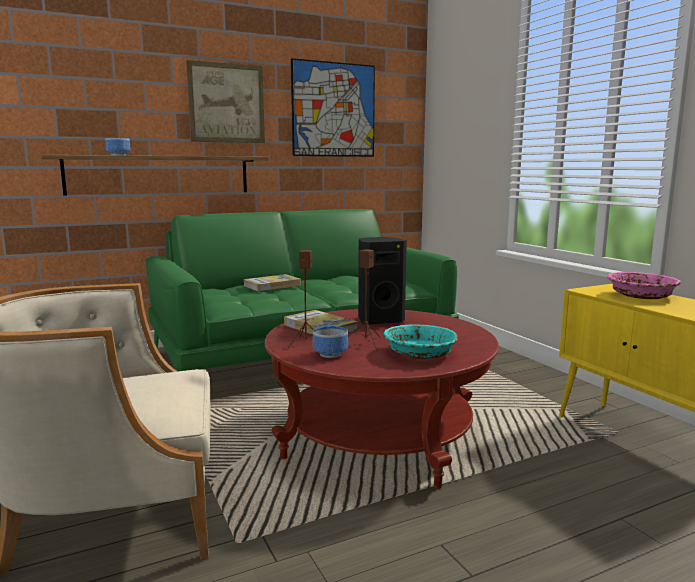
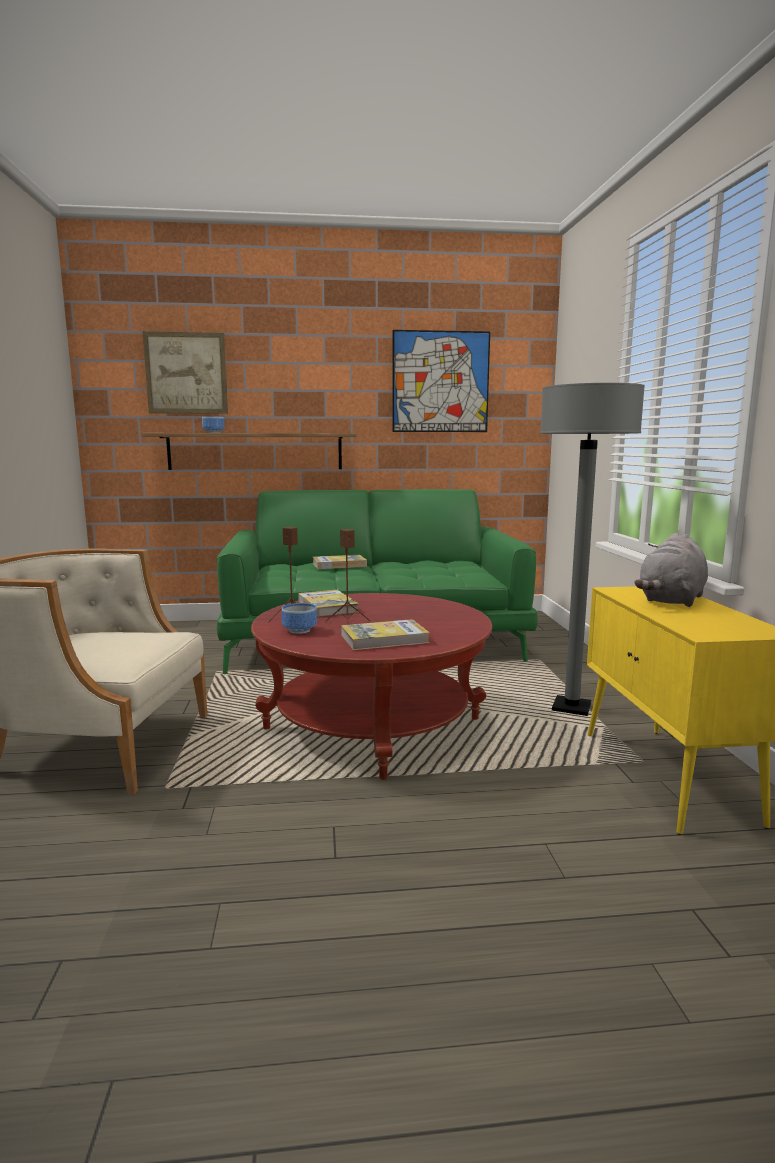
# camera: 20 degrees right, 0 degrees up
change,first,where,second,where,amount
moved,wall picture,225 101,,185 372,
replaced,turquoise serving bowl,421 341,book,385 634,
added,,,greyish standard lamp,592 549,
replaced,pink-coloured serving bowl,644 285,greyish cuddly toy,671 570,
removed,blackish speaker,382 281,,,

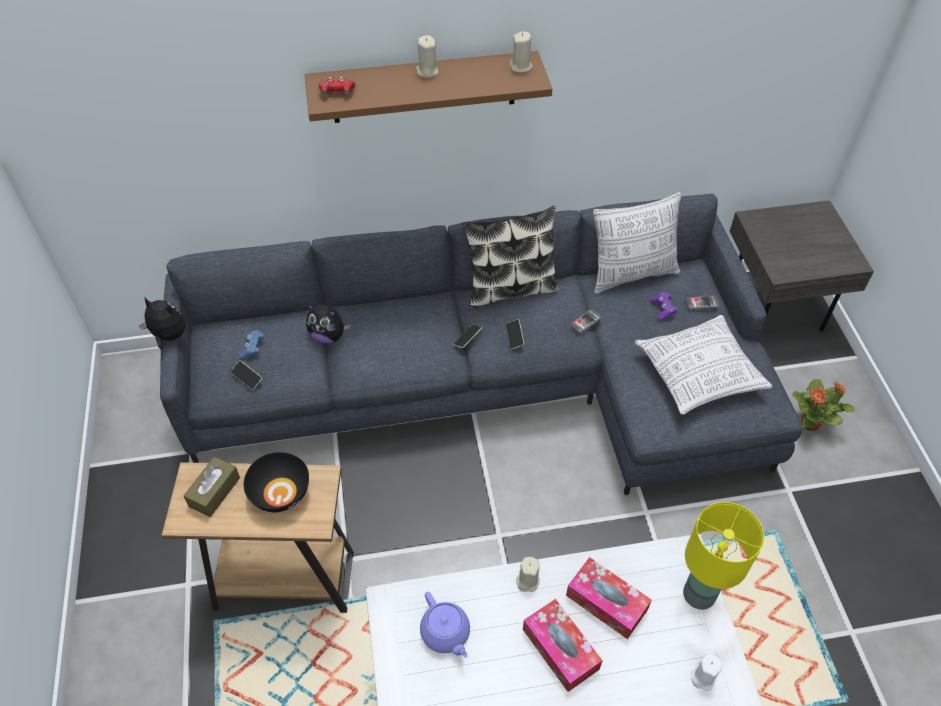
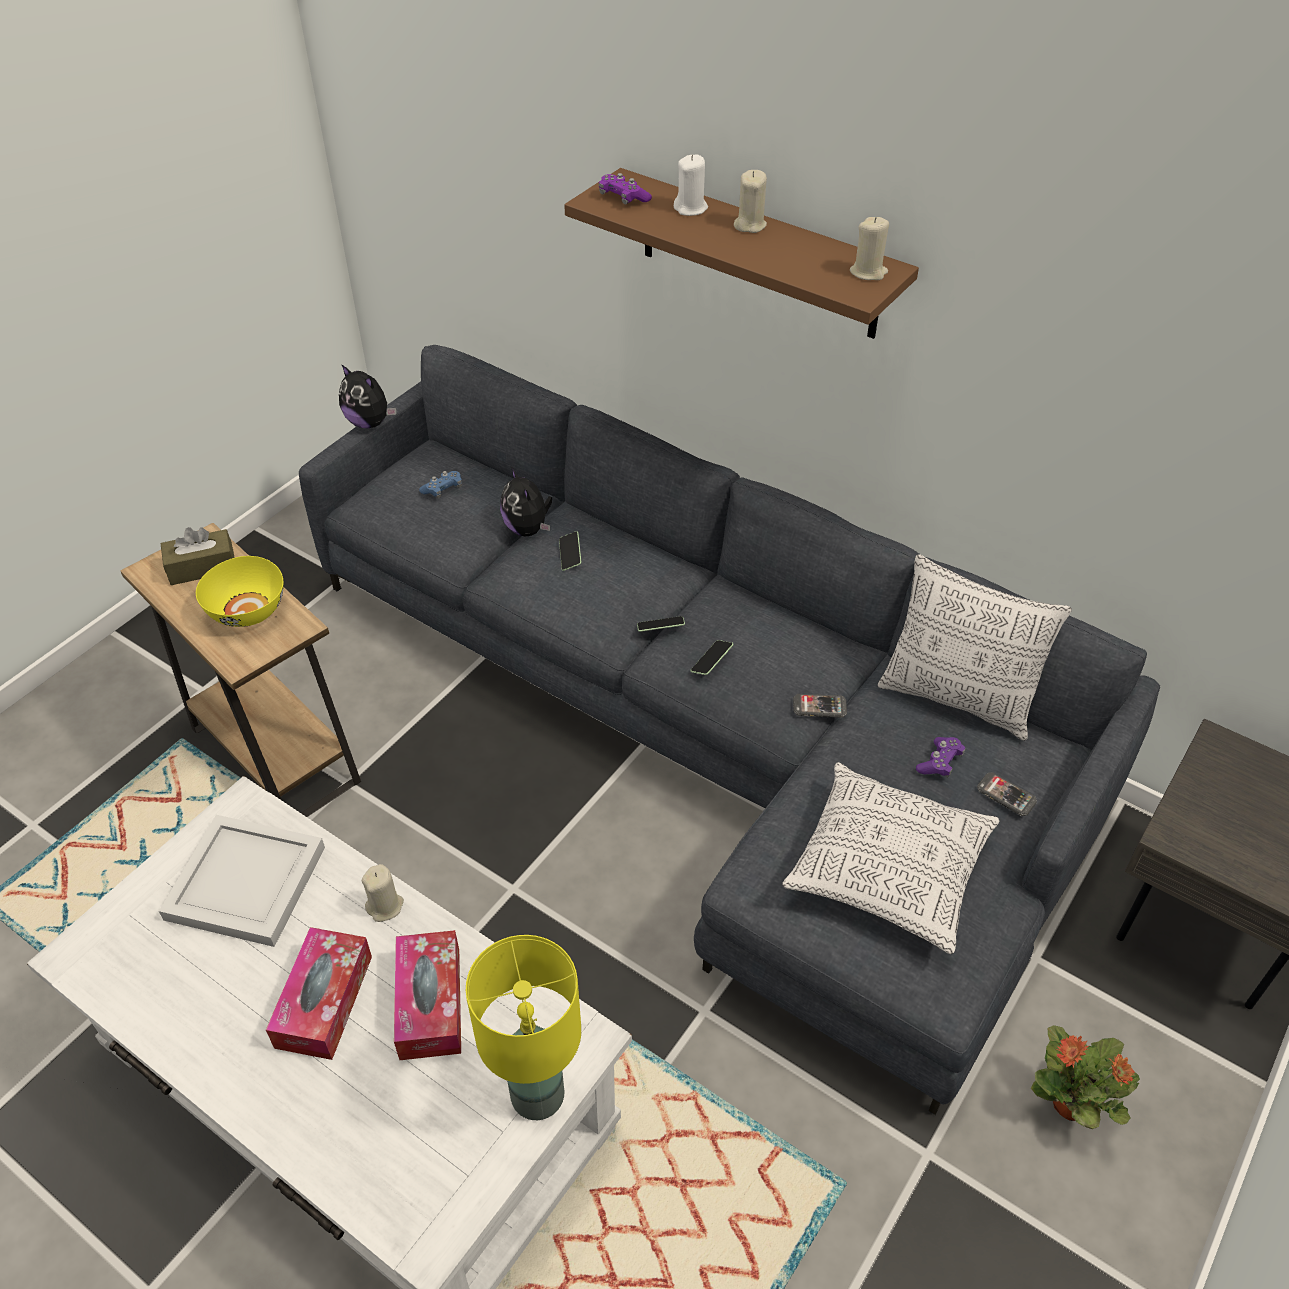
# camera: 45 degrees right, 5 degrees down
change,first,where,second,where,amount
replaced,purple teapot,445 625,white-coloured carrying tray,242 881,
recoloured,blackish serving bowl,276 482,yellowish serving bowl,239 591,
turned,cuddly toy,162 323,,368 396,150 degrees clockwise
moved,phone,246 375,,570 551,
recoloured,red game controller,337 86,purple game controller,625 189,
moved,white-coloured candle,706 672,,691 185,
removed,cushion,510 257,,,

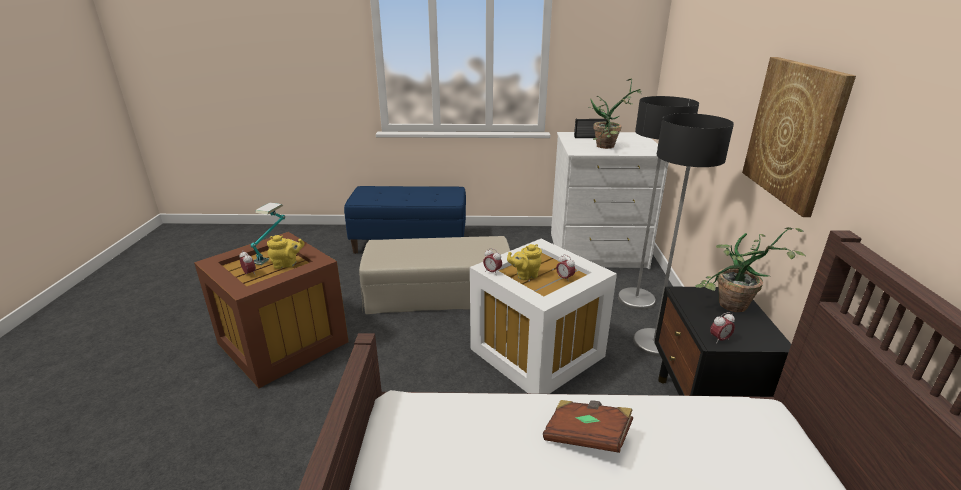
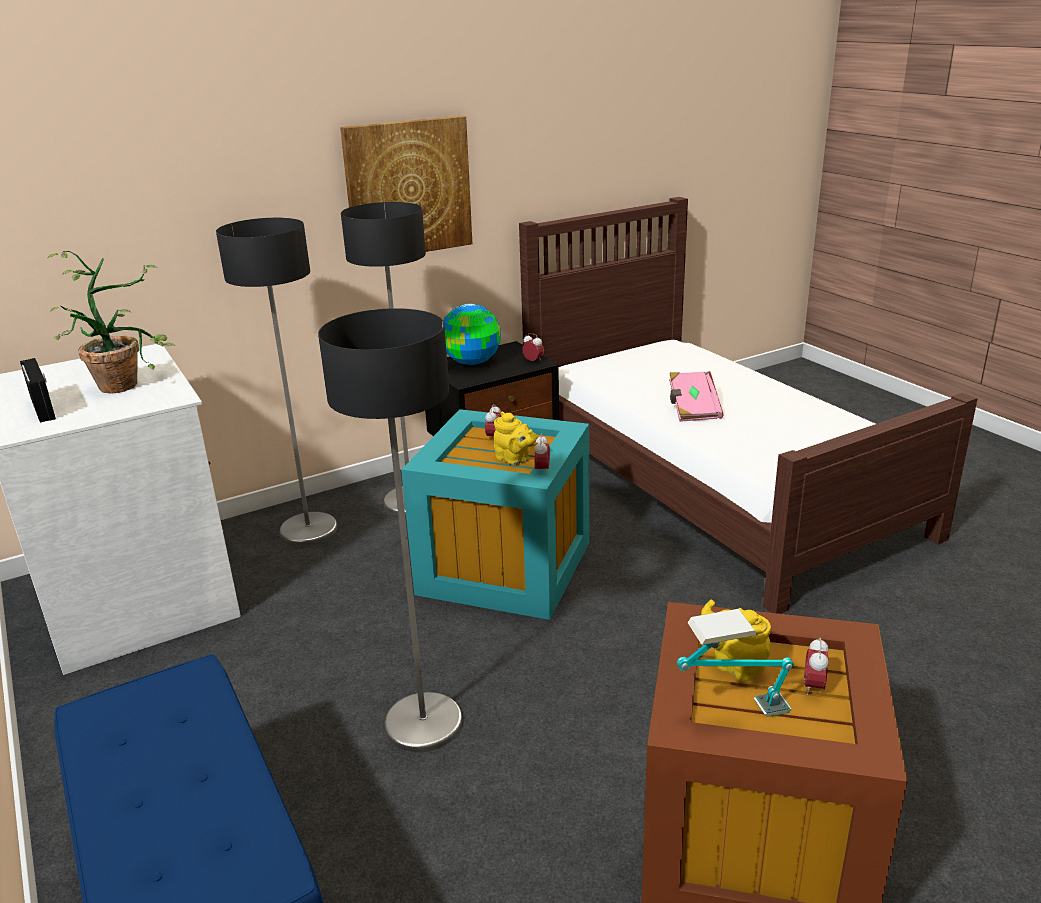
# camera: 120 degrees left, 0 degrees up
change,first,where,second,where,amount
replaced,beige-coloured ottoman,434 275,standard lamp,390 530,
recoloured,white-coloured storage box,543 316,turquoise storage box,495 514,
replaced,plant in a pot,750 269,globe,472 334,
recoloured,brownish book,588 426,pink-coloured book,696 396,

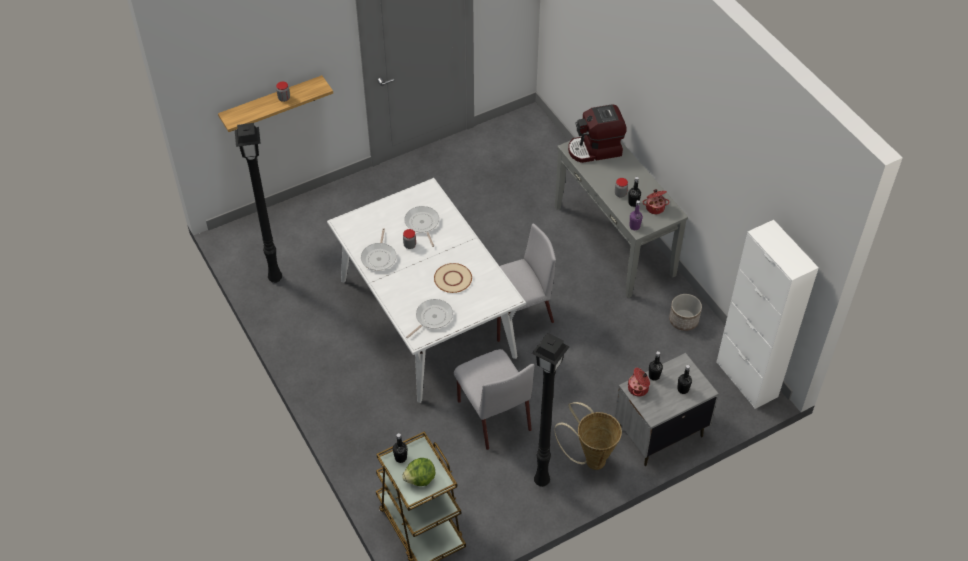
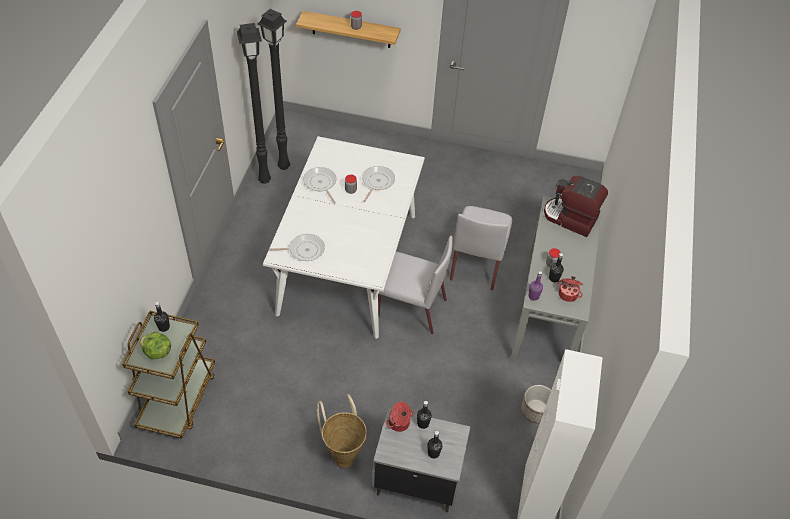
# camera: 40 degrees right, 0 degrees up
change,first,where,second,where,amount
moved,blackish standard lamp,551 410,,254 103,
turned,frying pan,379 249,,320 185,105 degrees clockwise
moved,greyish upright chair,494 399,,481 248,
removed,beige-coloured flat dish,453 278,,,

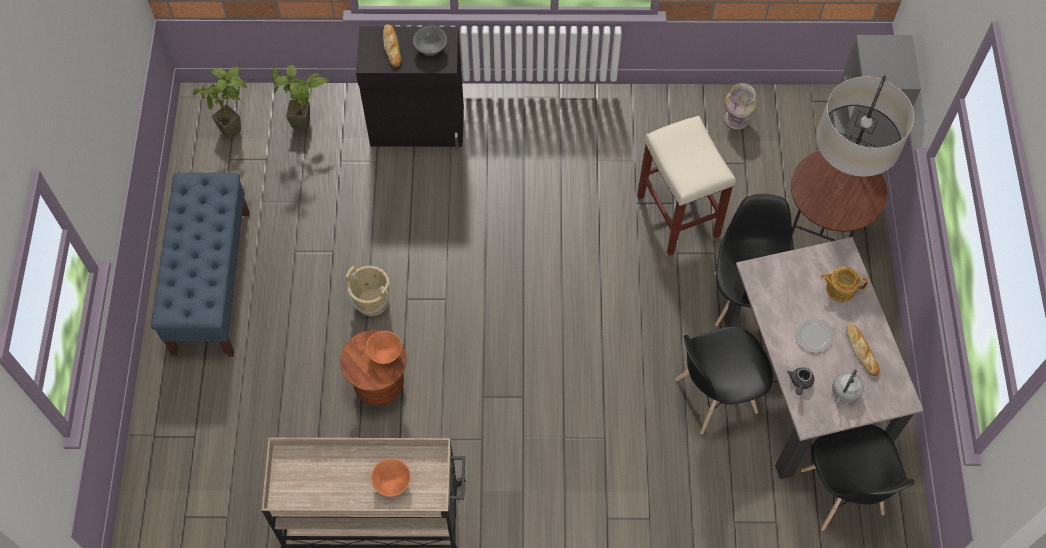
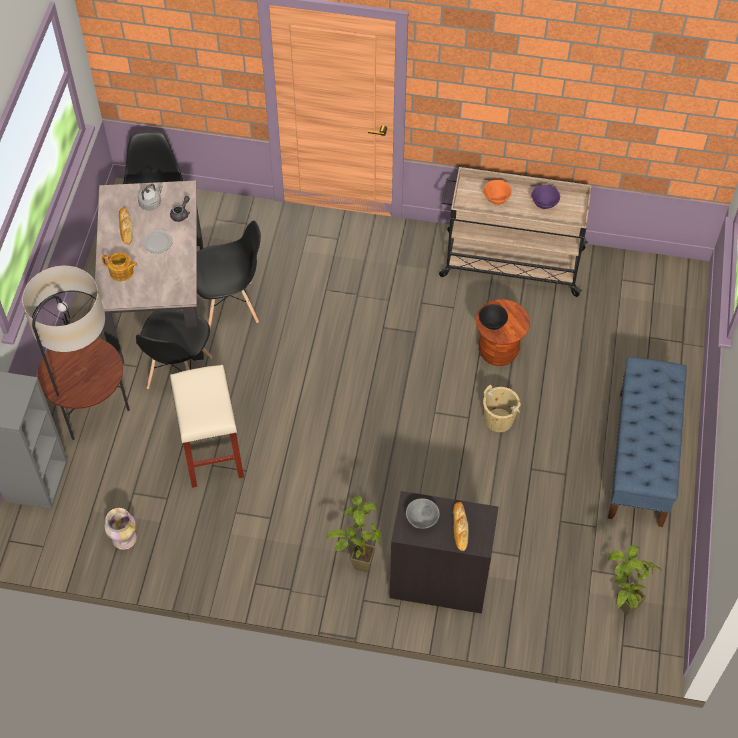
# camera: 170 degrees left, 5 degrees down
change,first,where,second,where,amount
moved,plant in a pot,300 98,,353 534,
recoloured,orange-coloured serving bowl,384 347,blackish serving bowl,493 317,
added,,,purple serving bowl,545 197,

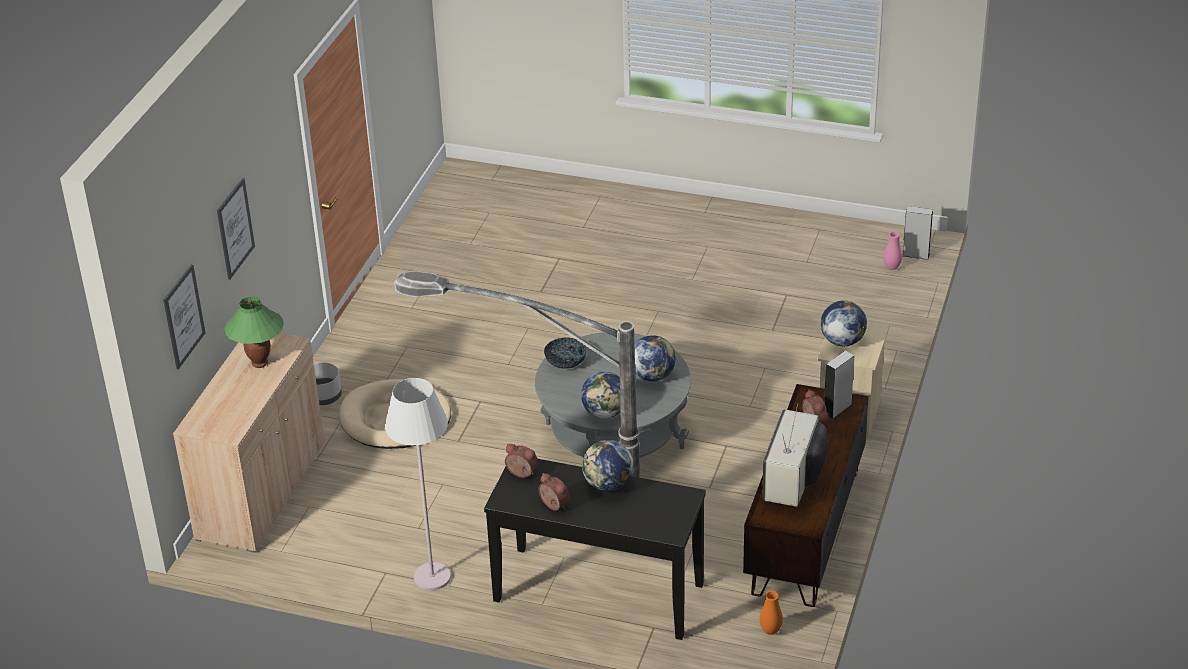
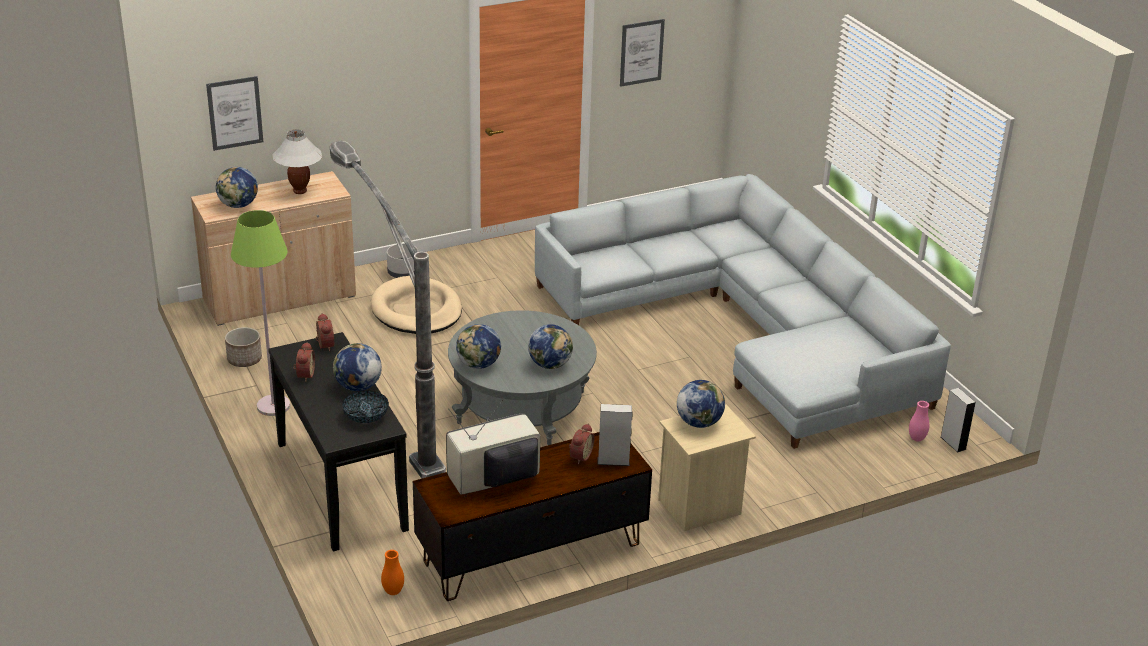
# camera: 45 degrees right, 5 degrees down
change,first,where,second,where,amount
added,,,globe,237 187,
added,,,planter,243 347,
recoloured,white-coloured standard lamp,418 484,green-coloured standard lamp,260 313,
recoloured,green-coloured lamp for a table,254 332,white-coloured lamp for a table,297 161,
moved,serving bowl,565 353,,365 407,
added,,,greyish settee,743 311,
moved,wall picture,236 229,,642 53,

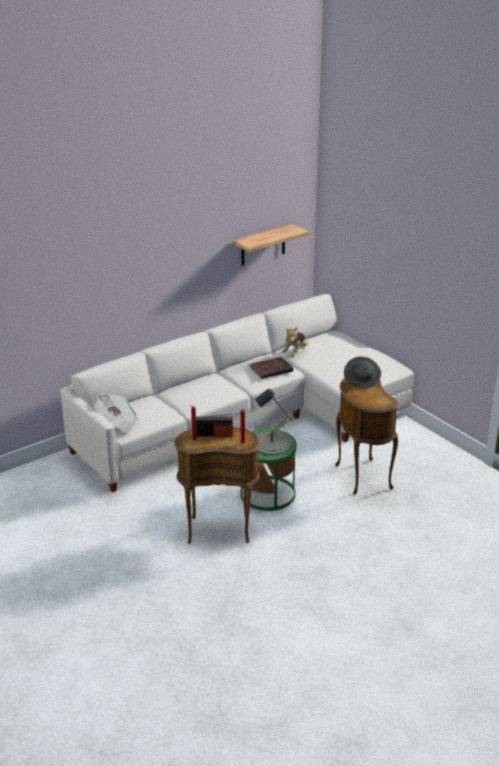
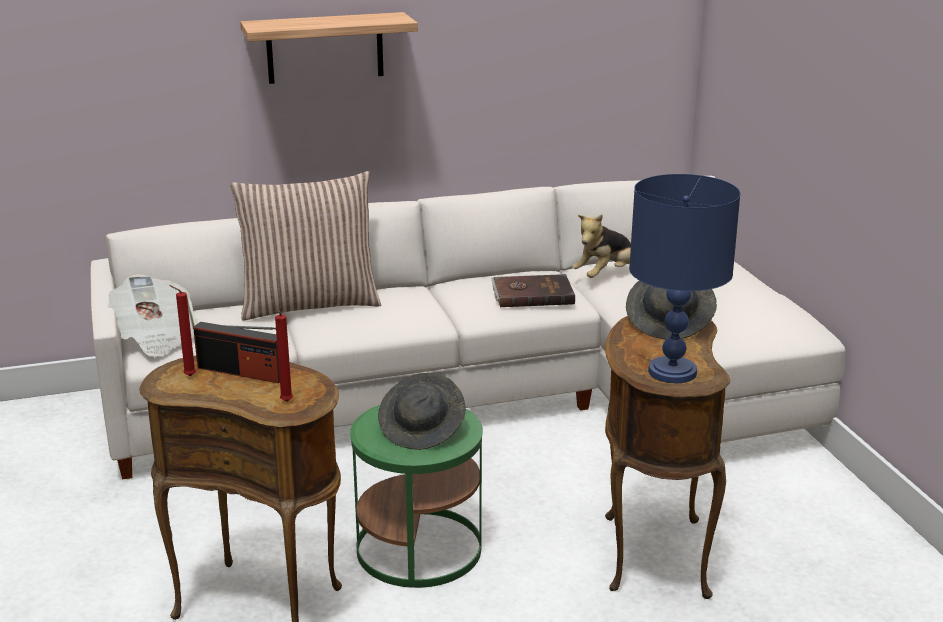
# camera: 20 degrees right, 5 degrees down
change,first,where,second,where,amount
added,,,cushion,305 246,
moved,wall shelf,271 245,,329 48,
replaced,greyish lamp for a table,274 422,greyish hat,422 411,
added,,,blue-coloured lamp for a table,684 278,

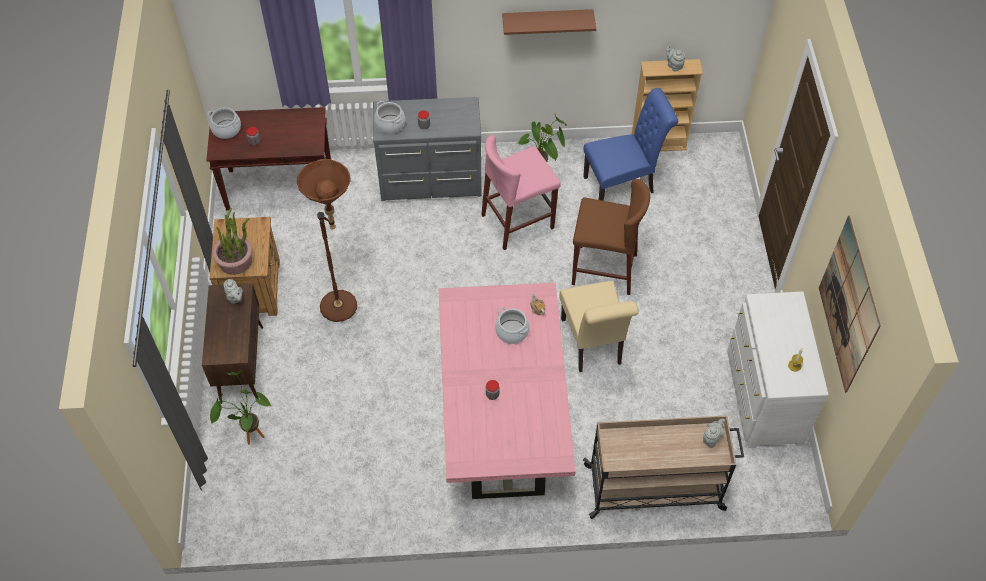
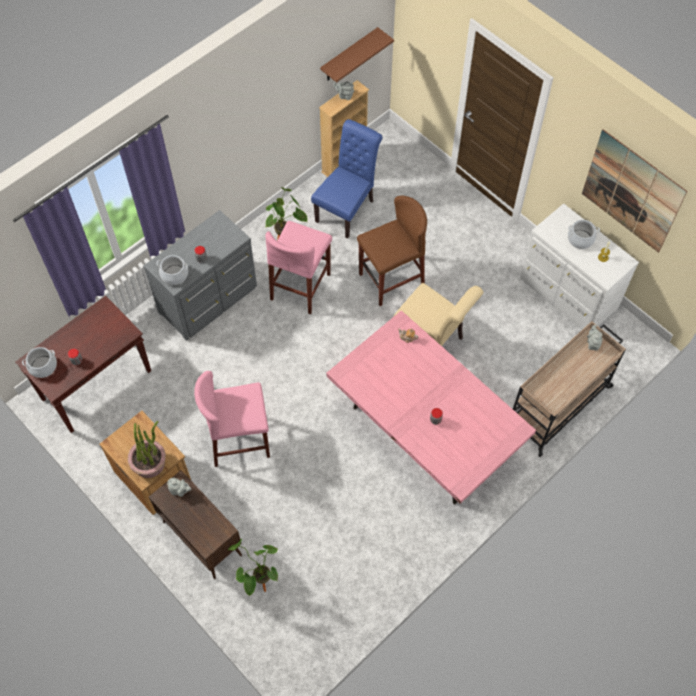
# camera: 40 degrees left, 5 degrees up
change,first,where,second,where,amount
replaced,brownish standard lamp,327 240,pink-coloured stool,232 419,
moved,brownish wall shelf,549 22,,357 55,
moved,cooking pot,512 326,,584 234,

